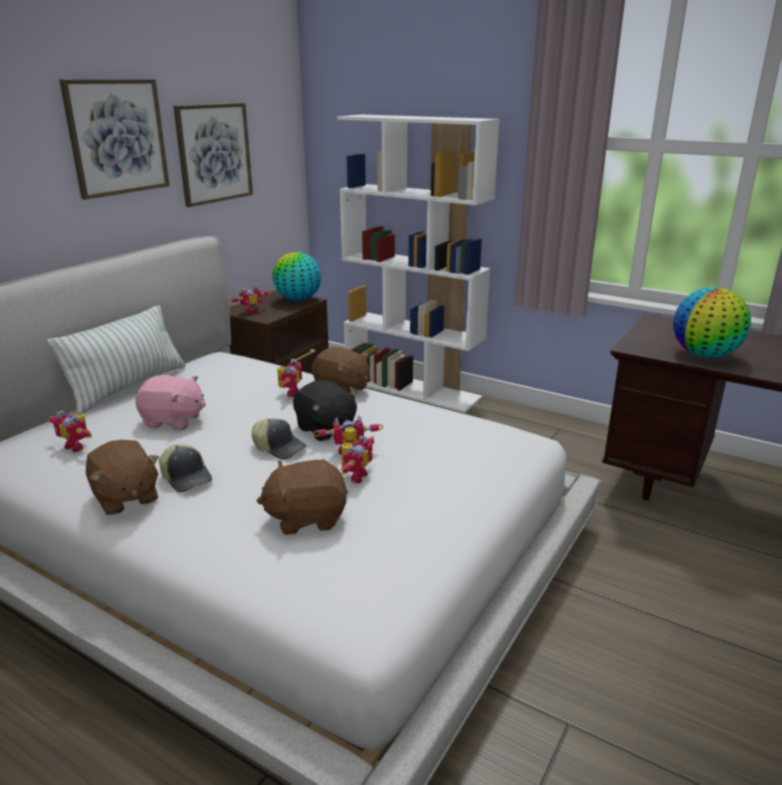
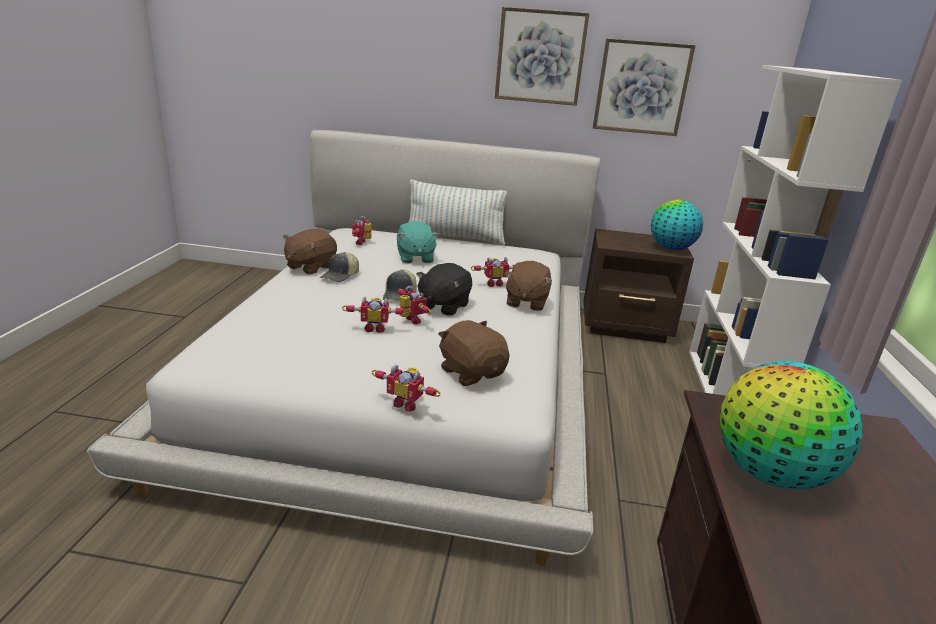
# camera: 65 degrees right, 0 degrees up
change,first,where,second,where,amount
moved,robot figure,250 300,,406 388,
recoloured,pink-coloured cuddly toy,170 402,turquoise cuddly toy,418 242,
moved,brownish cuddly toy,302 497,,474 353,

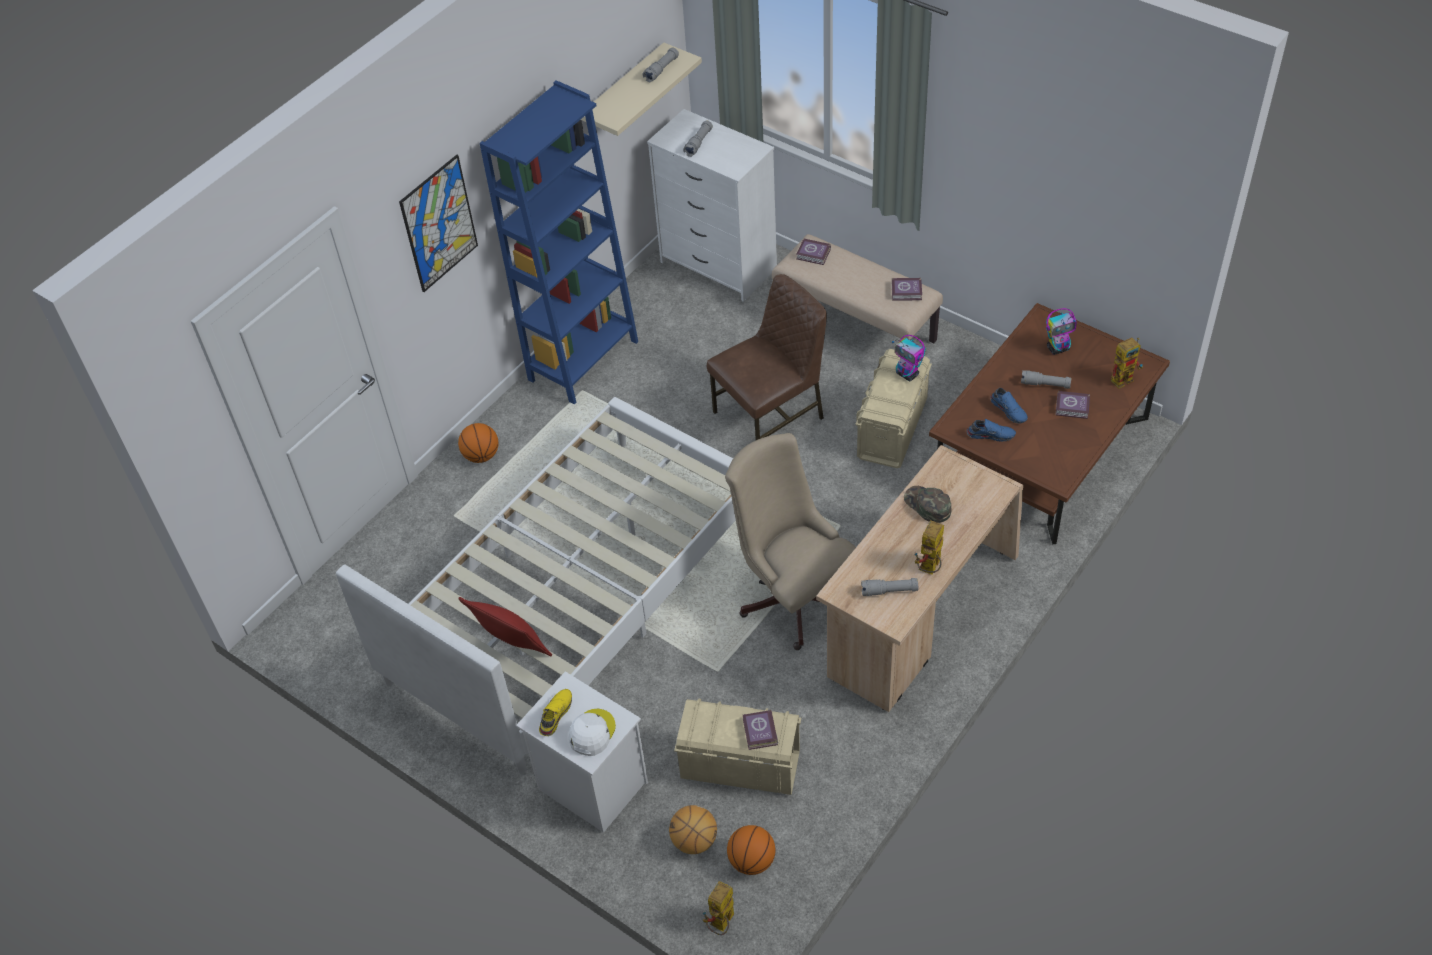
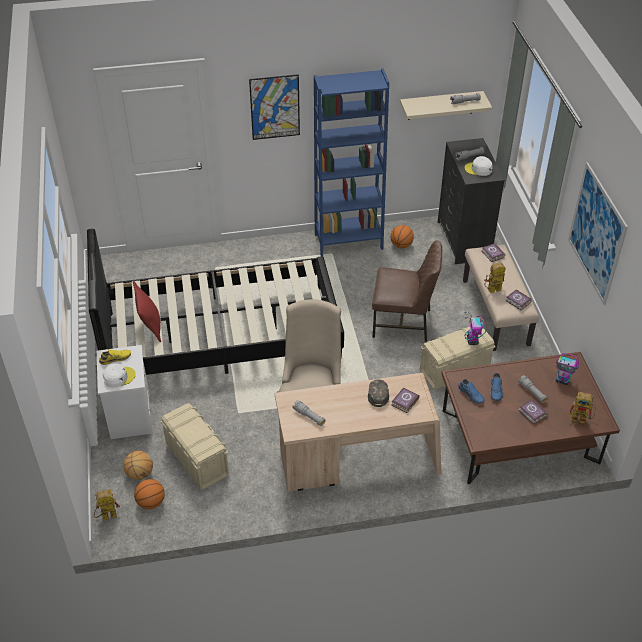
# camera: 40 degrees right, 5 degrees down
change,first,where,second,where,amount
recoloured,white-coloured bedroom bed,536 585,blackish bedroom bed,215 302,
moved,basketball ball,478 443,,402 236,
moved,book,760 730,,405 400,
recoloured,white-coloured drawer chest,712 205,blackish drawer chest,471 201,
added,,,white-coloured peaked cap,478 166,
moved,robot figure,929 547,,495 277,
added,,,wall picture,598 233,

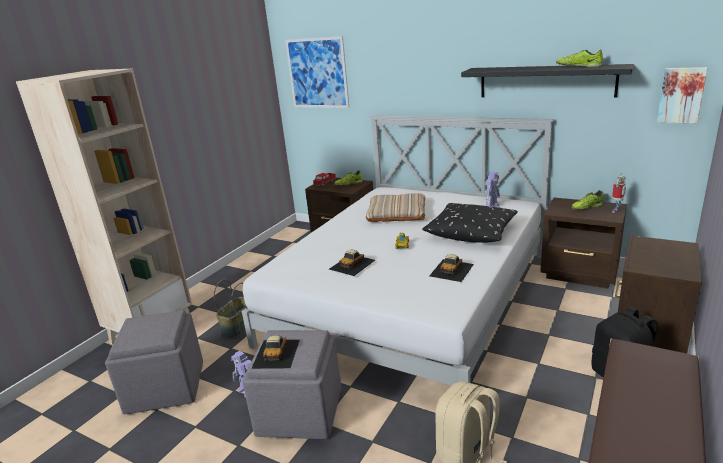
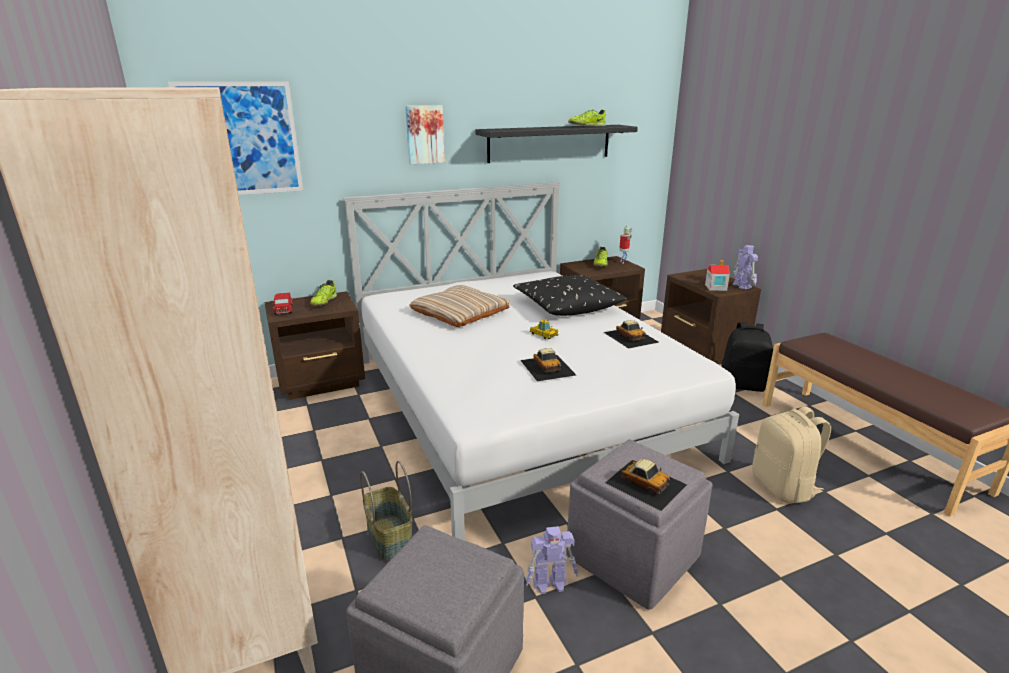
# camera: 55 degrees left, 0 degrees up
change,first,where,second,where,amount
moved,wall picture,682 95,,425 134,
added,,,toy house,717 275,
moved,robot figure,492 189,,745 267,

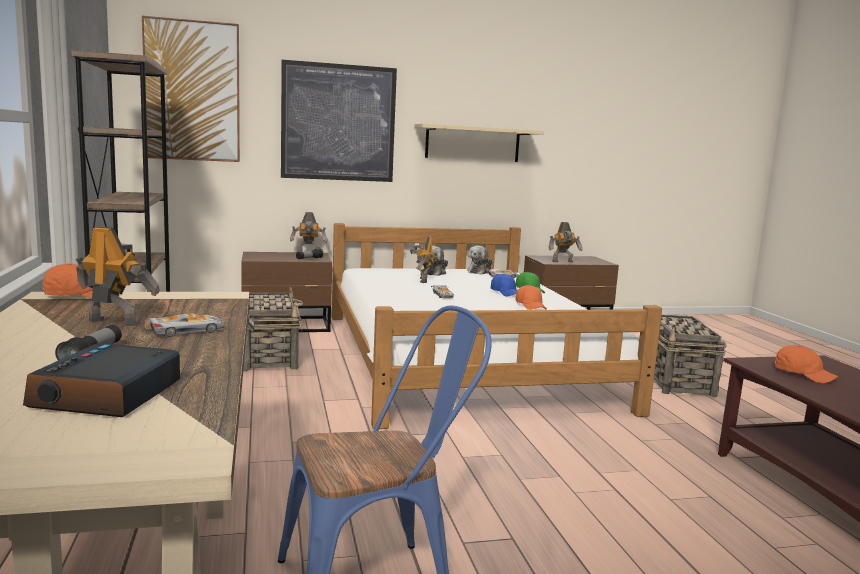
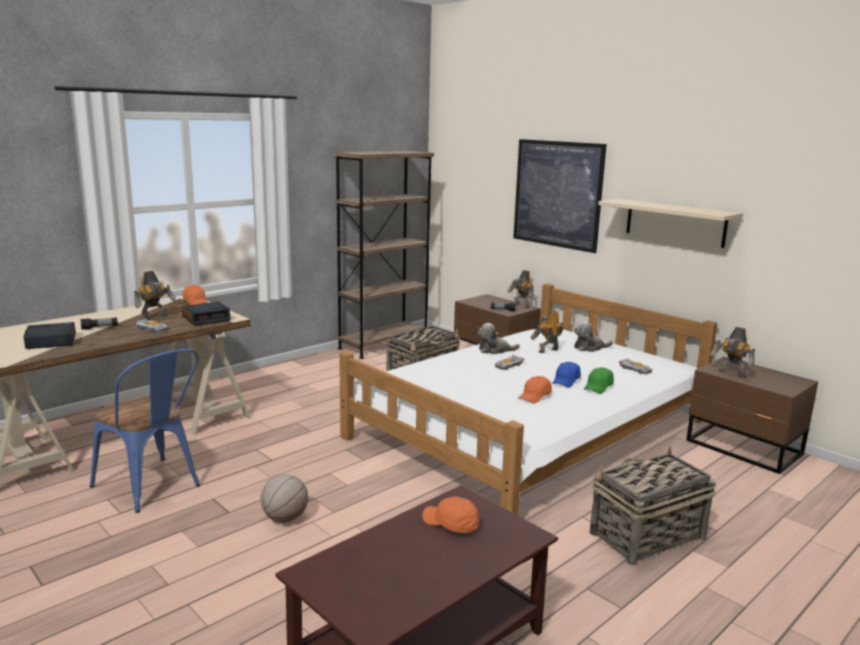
# camera: 60 degrees right, 5 degrees up
change,first,where,second,where,amount
turned,robot figure,118 276,,155 295,60 degrees clockwise
added,,,alarm clock,206 313,
added,,,basketball ball,284 498,
turned,orange-coloured peaked cap,806 364,,450 514,105 degrees clockwise
moved,cuddly toy,480 260,,498 338,
removed,wall picture,191 89,,,

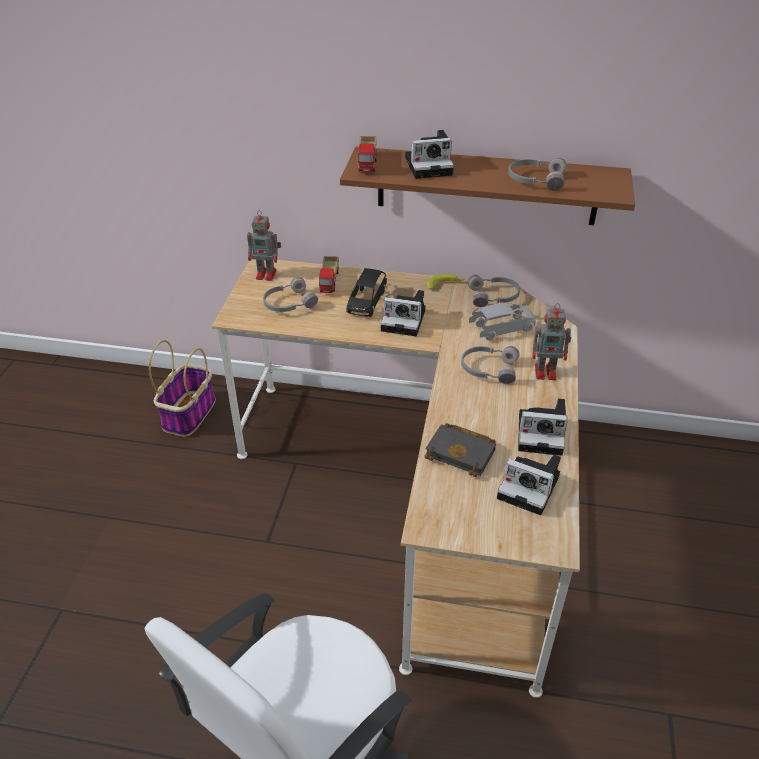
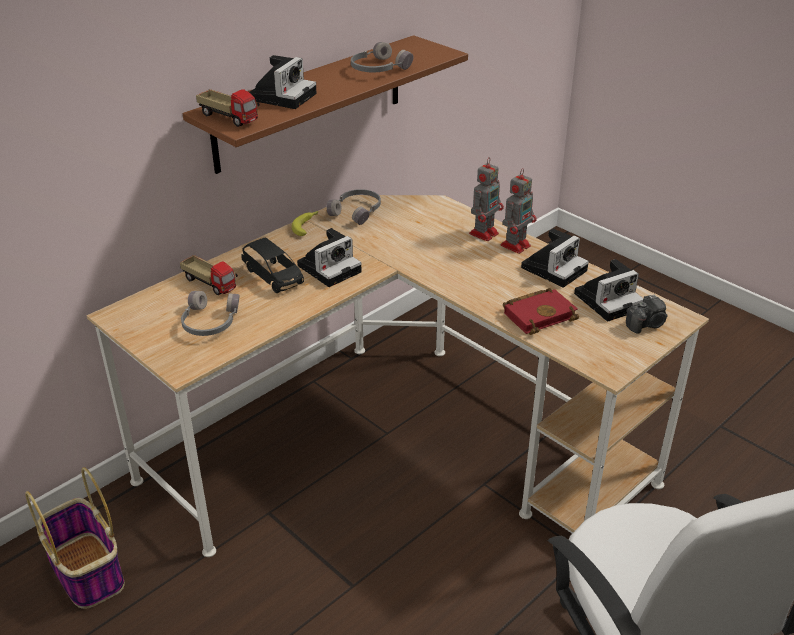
# camera: 55 degrees left, 5 degrees down
change,first,where,second,where,amount
moved,robot figure,264 245,,519 211,
recoloured,blackish book,460 450,red book,541 311,
added,,,still camera,647 314,
removed,greyish pair of headphones,490 365,,,
removed,greyish miniature car,502 321,,,

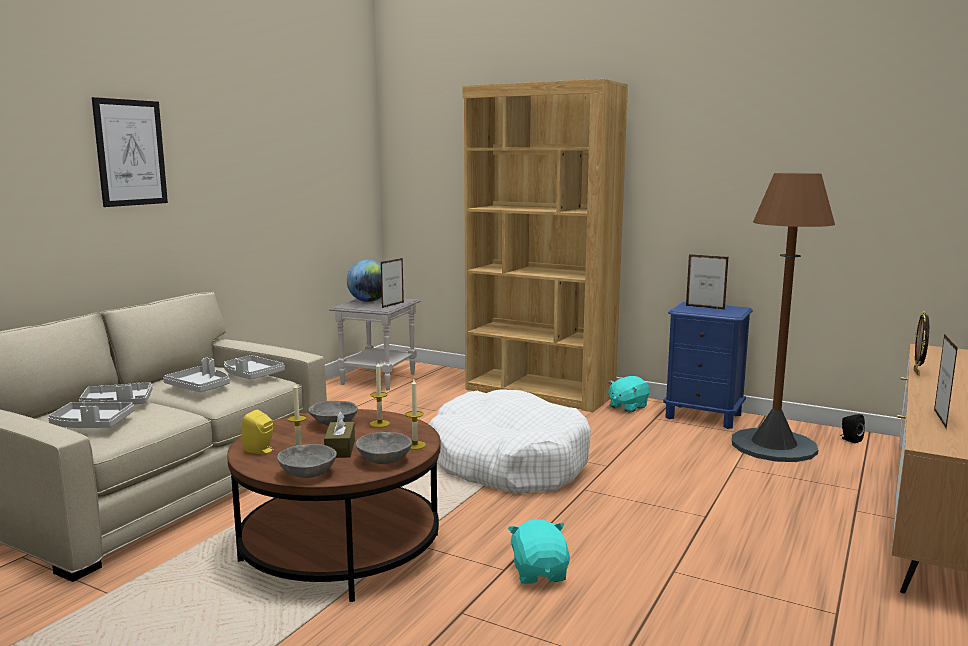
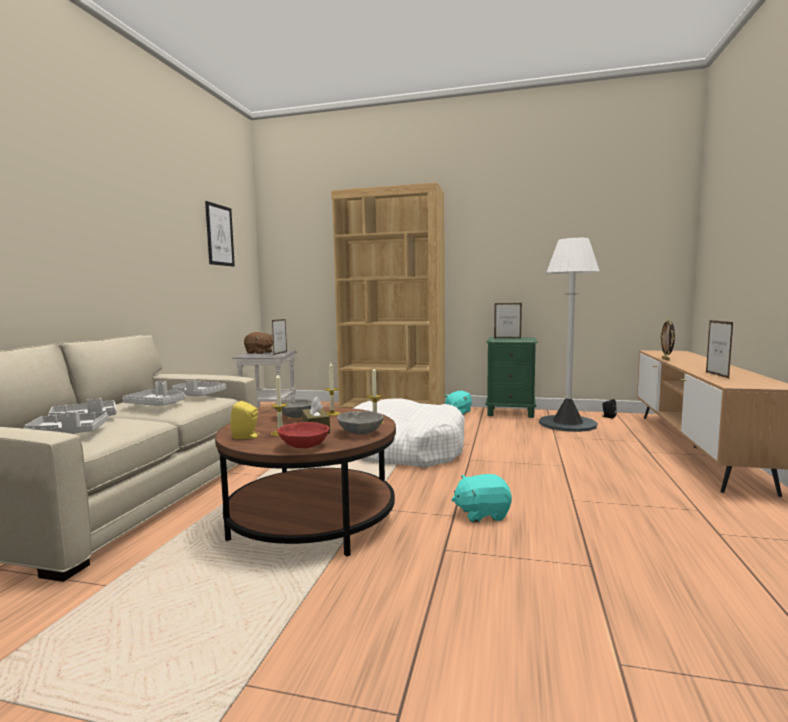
# camera: 15 degrees left, 5 degrees down
change,first,where,second,where,amount
moved,wall picture,130 152,,220 234,
replaced,globe,364 281,brownish cuddly toy,258 343,
recoloured,greyish serving bowl,307 461,red serving bowl,303 435,
turned,turquoise cuddly toy,539 551,,481 498,75 degrees counterclockwise
recoloured,blue-coloured bedside table,708 365,green-coloured bedside table,512 377,
recoloured,brownish standard lamp,783 317,white-coloured standard lamp,569 335,

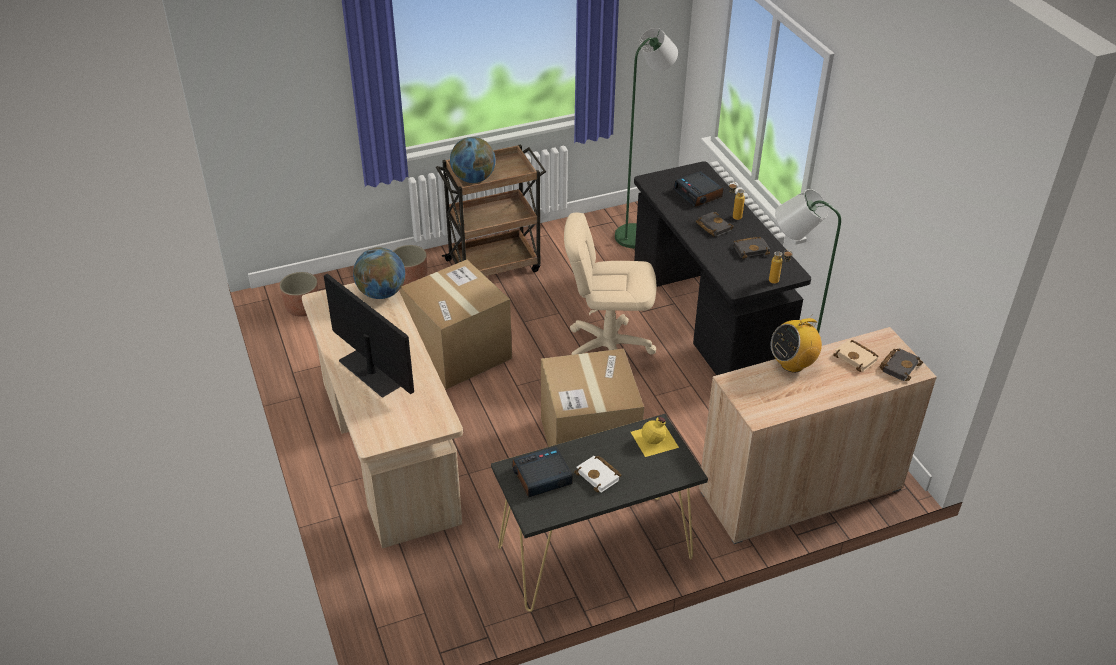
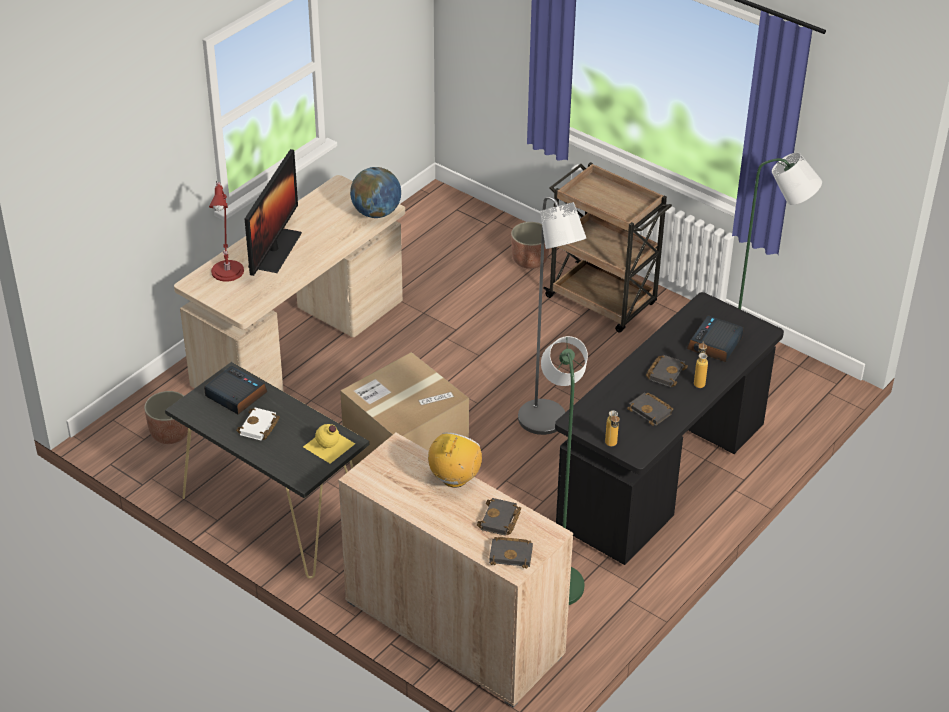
# camera: 60 degrees right, 0 degrees up
change,first,where,second,where,amount
moved,planter,299 294,,166 417,
added,,,red lamp for a table,226 231,
turned,radio receiver,796 343,,455 460,75 degrees clockwise
recoloured,beige-coloured book,856 356,blackish book,499 517,
replaced,beige-coloured computer chair,610 283,greyish standard lamp,552 316,
removed,packing box,456 324,,,
removed,globe,473 160,,,

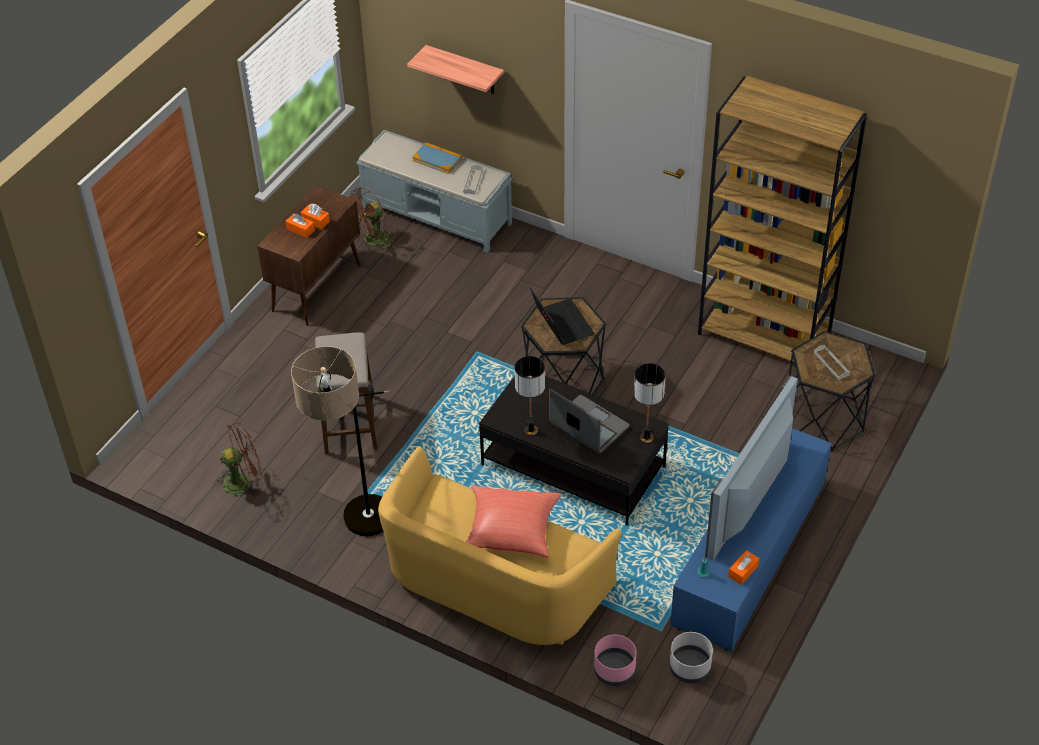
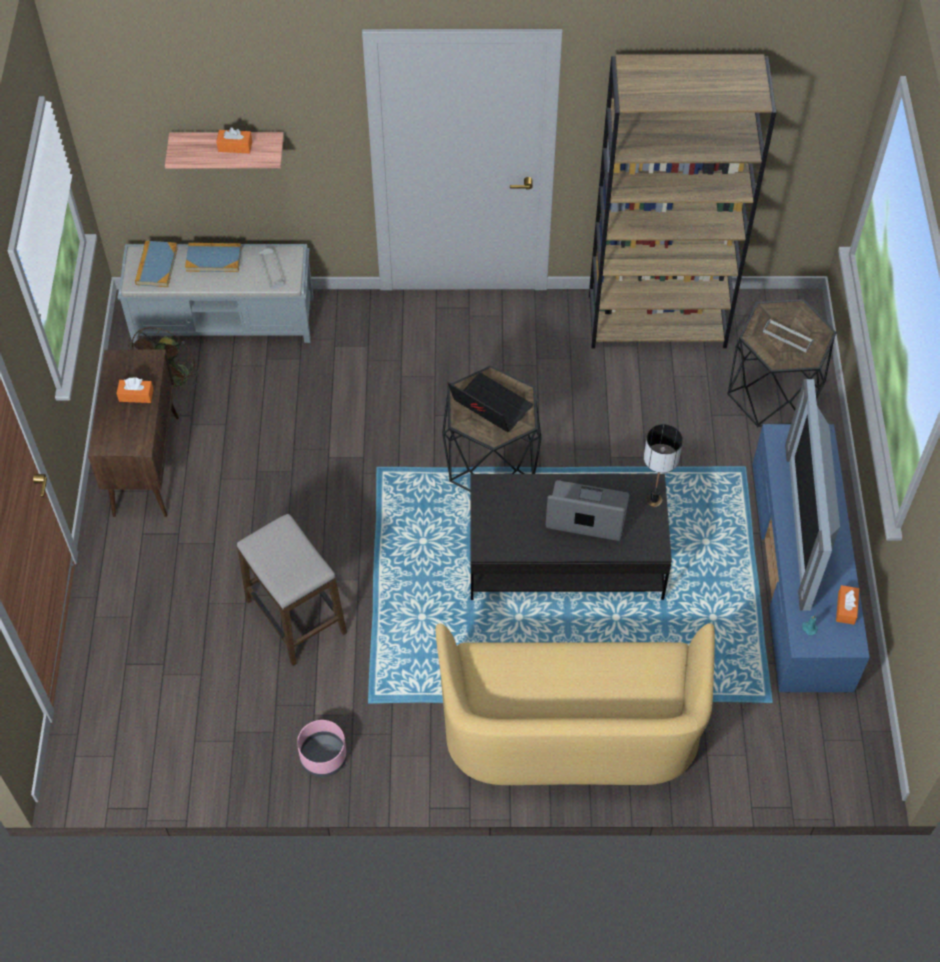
# camera: 30 degrees left, 10 degrees up
change,first,where,second,where,amount
added,,,book,156 264,
moved,orange-coloured box of tissues,300 225,,234 140,
moved,pink-coloured planter,615 660,,322 748,
removed,brownish fan,238 461,,,
removed,standard lamp,340 441,,,
removed,red cushion,513 521,,,
removed,lamp for a table,530 396,,,
removed,greyish planter,691 657,,,

